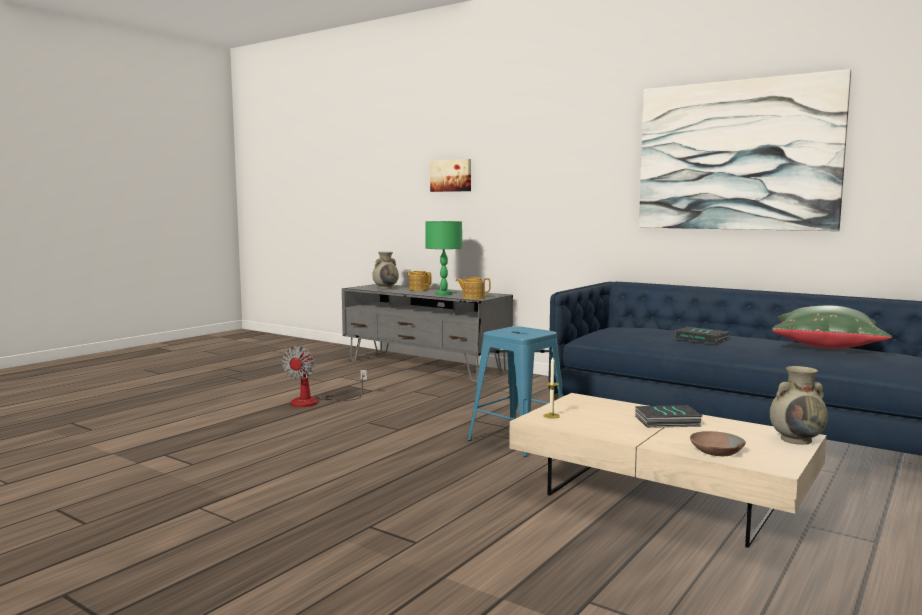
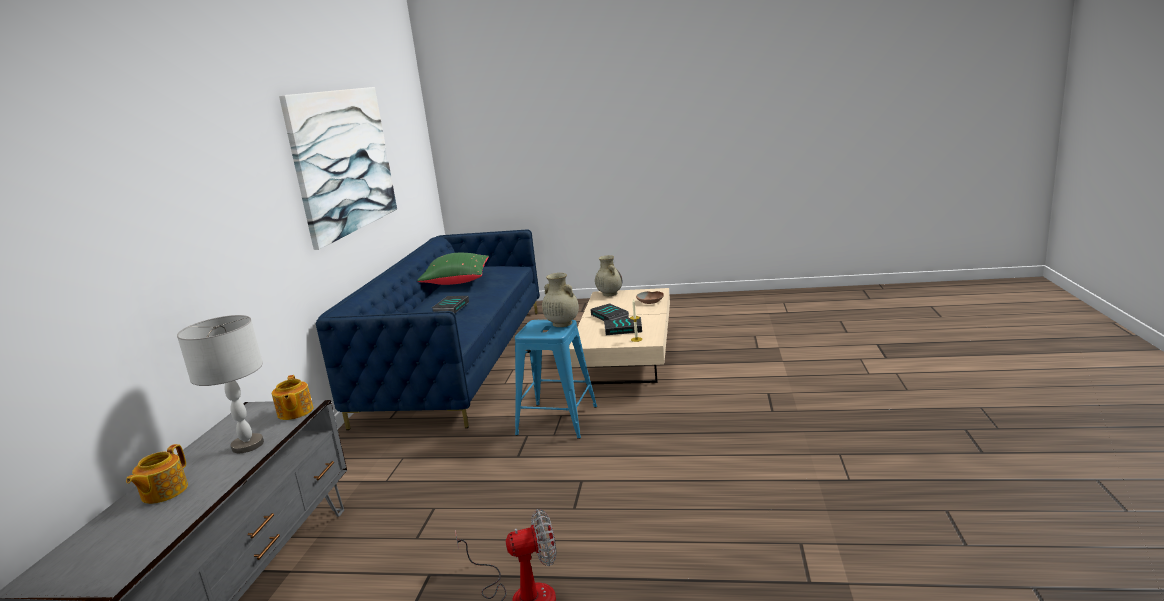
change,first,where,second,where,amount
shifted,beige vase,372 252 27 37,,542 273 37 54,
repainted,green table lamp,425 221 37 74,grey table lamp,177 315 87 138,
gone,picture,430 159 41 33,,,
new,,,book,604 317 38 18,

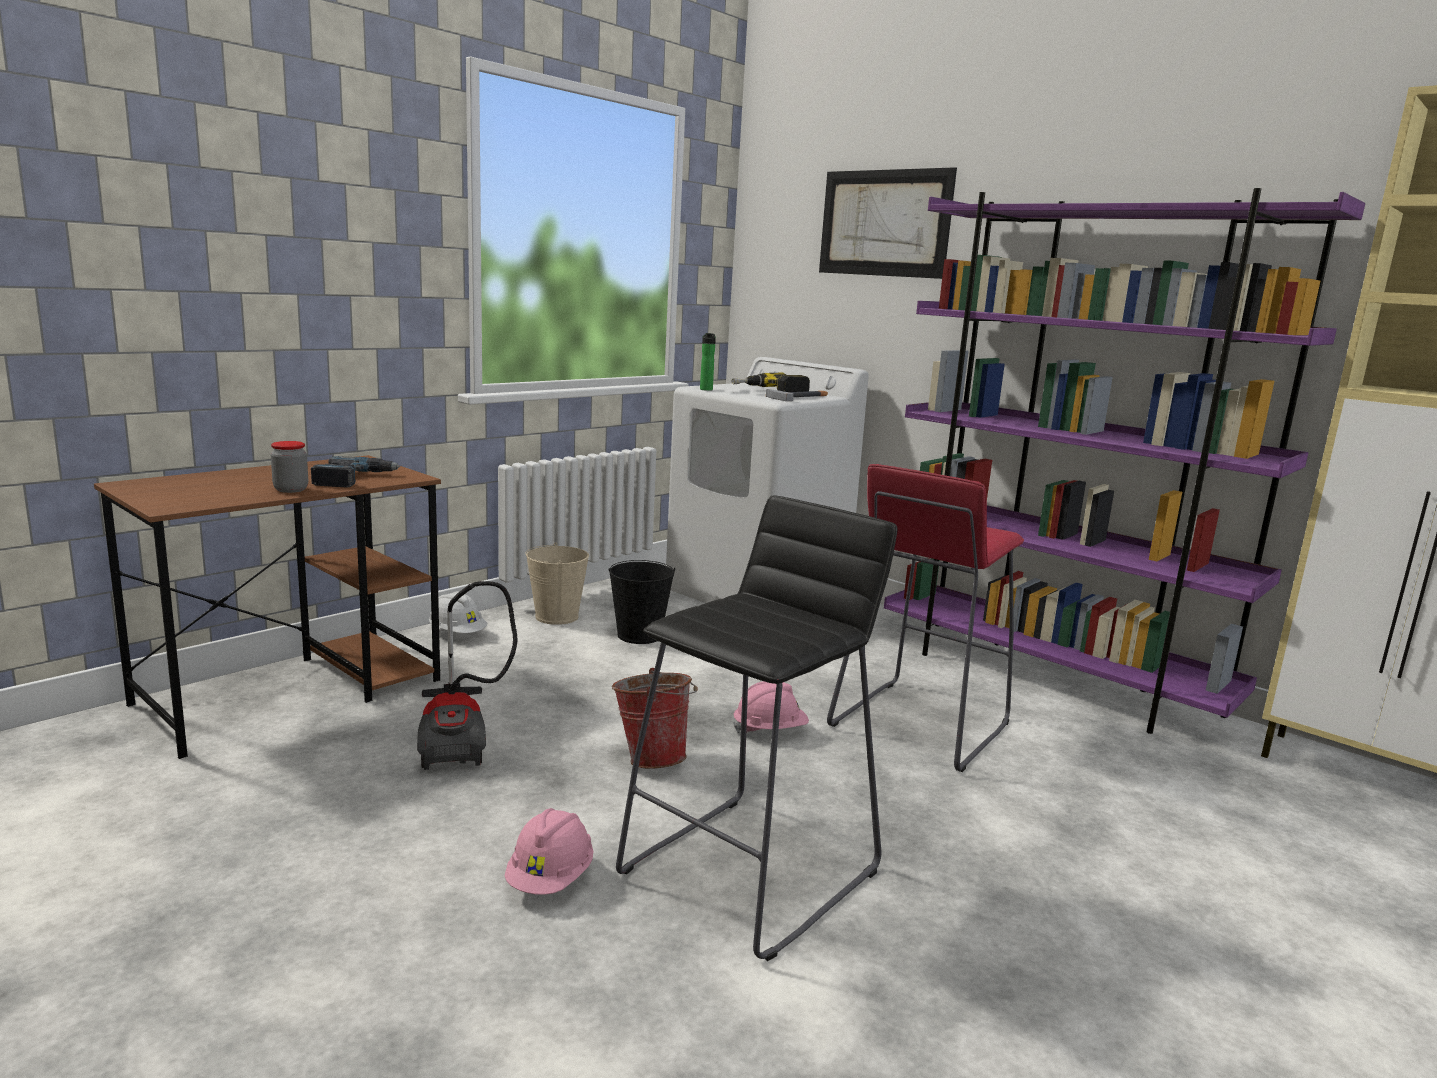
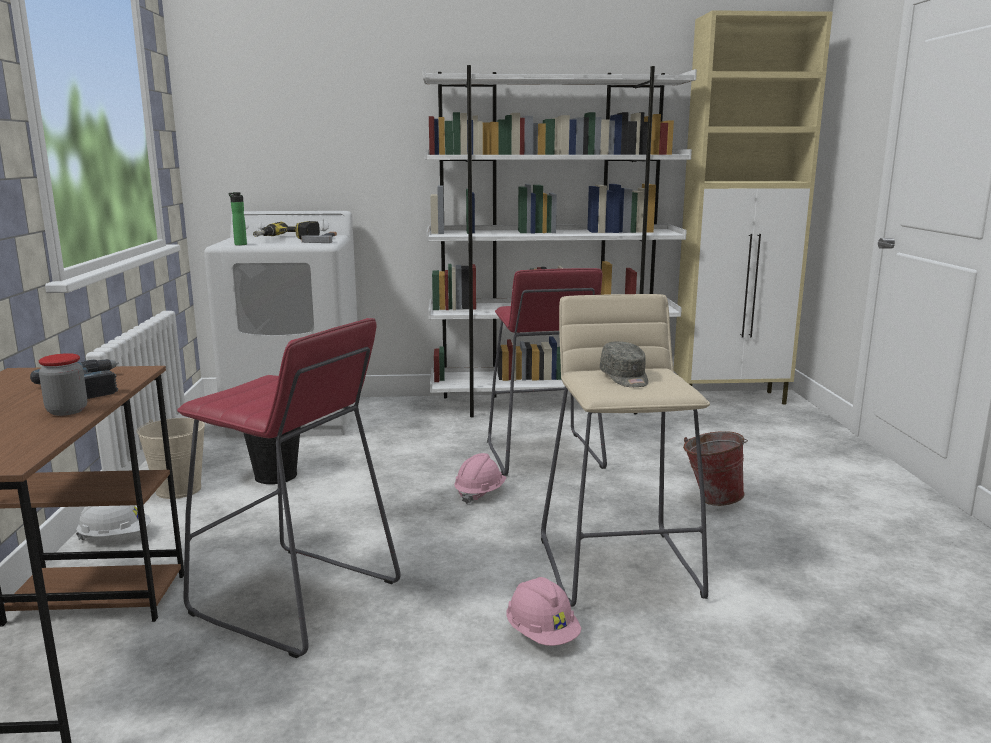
change,first,where,second,where,amount
swapped,vacuum cleaner,417 581 100 189,red stool,177 318 224 340,
shifted,bucket,612 668 86 101,,683 431 65 75,
repainted,black stool,616 495 282 466,beige stool,541 294 169 313,
gone,picture,819 167 138 112,,,
repainted,purple bookcase,884 188 481 546,white bookcase,423 65 274 352,
new,,,grey cap,600 341 48 46,

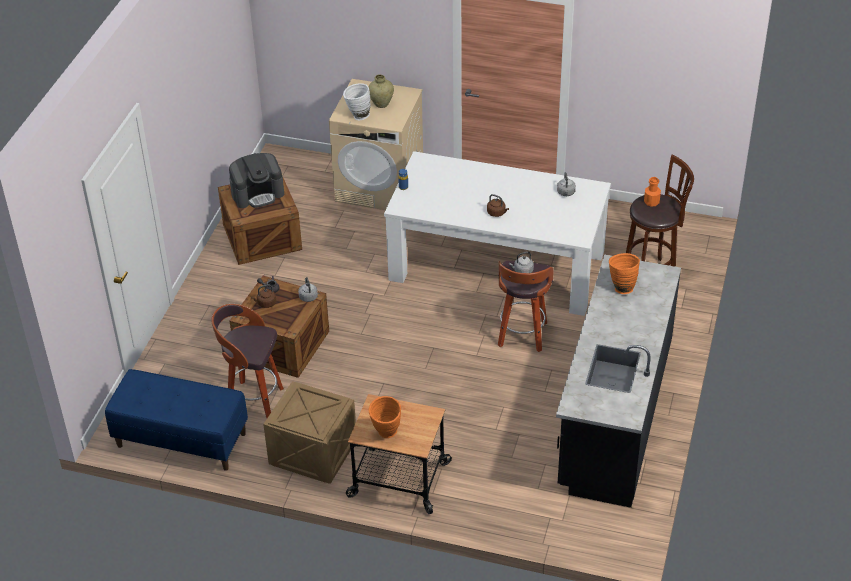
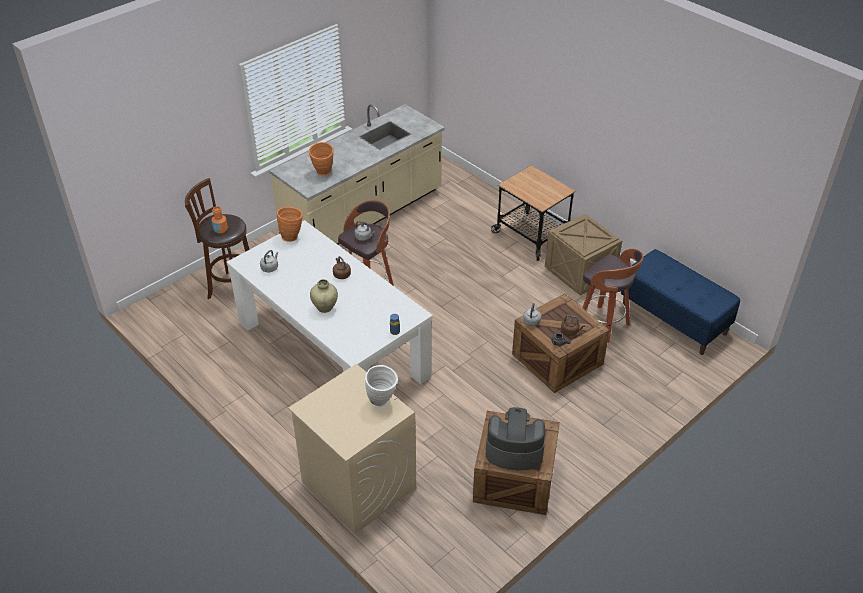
change,first,where,second,where,amount
shifted,beige vase,368 74 26 34,,310 279 28 34,
shifted,orange vase,369 396 32 42,,277 207 26 35,
repainted,black counter,556 255 125 253,beige counter,269 104 176 141,

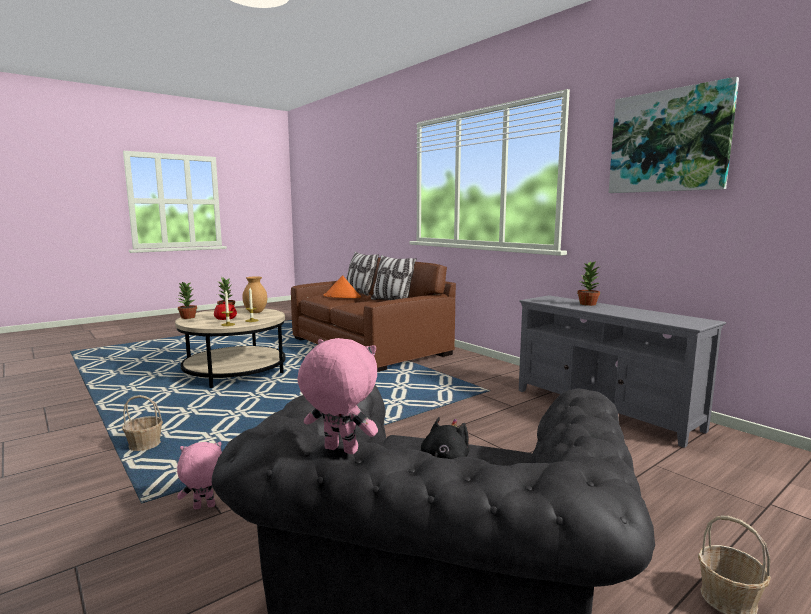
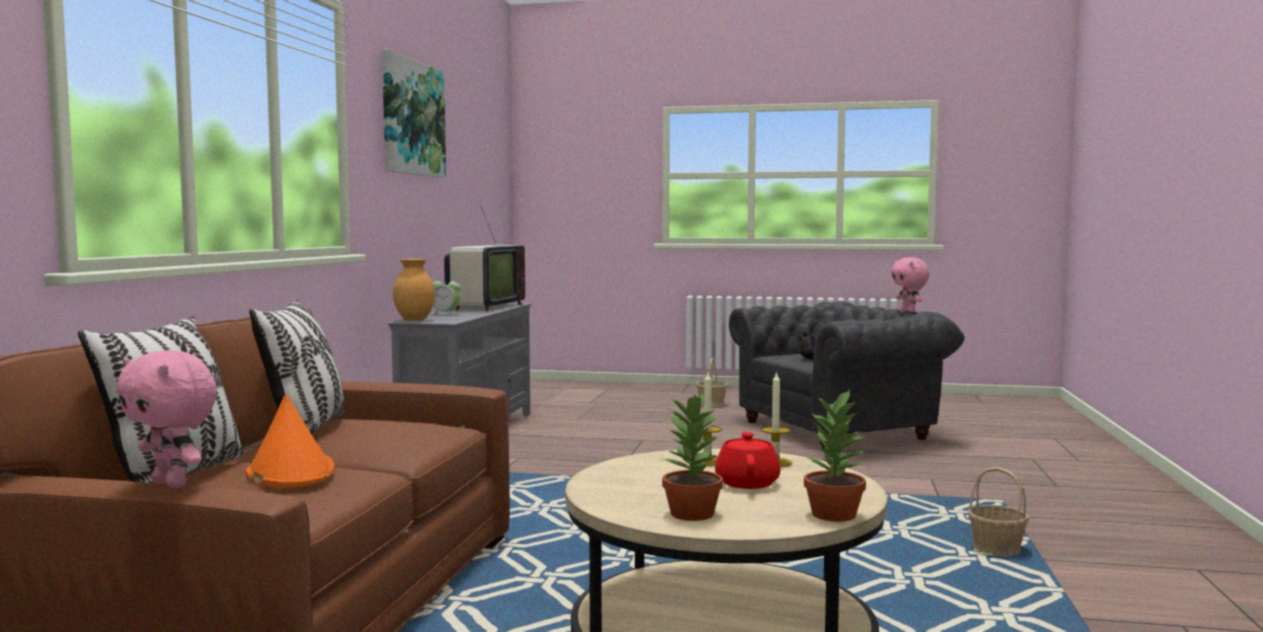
change,first,where,second,where,amount
shifted,pink plush toy,177 442 45 67,,116 350 101 138,
shifted,brown vase,242 276 25 37,,393 259 42 62,
swapped,potted plant,577 262 23 44,alarm clock,431 276 29 40,
new,,,television,444 202 81 109,

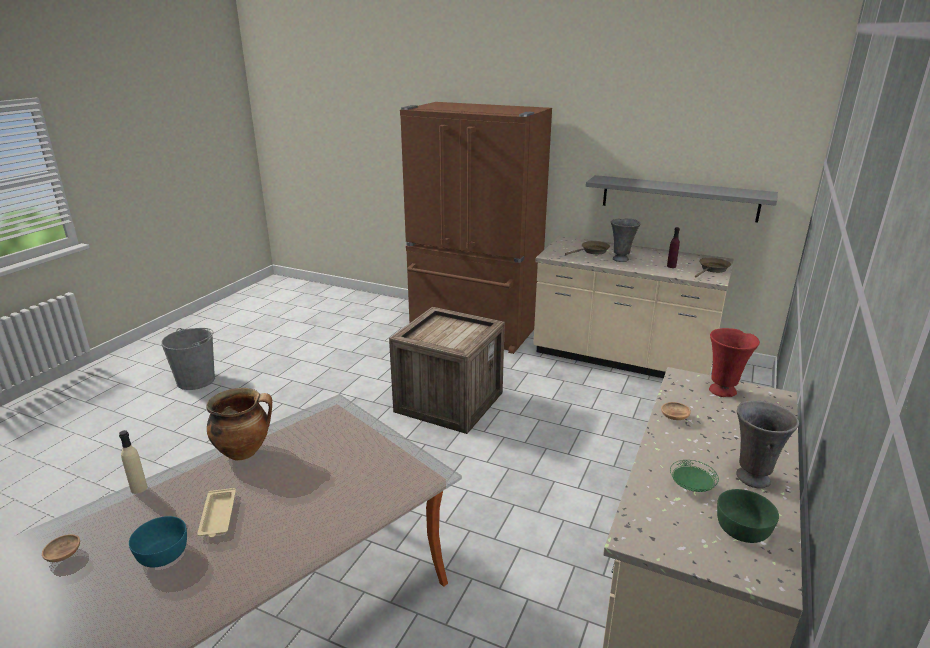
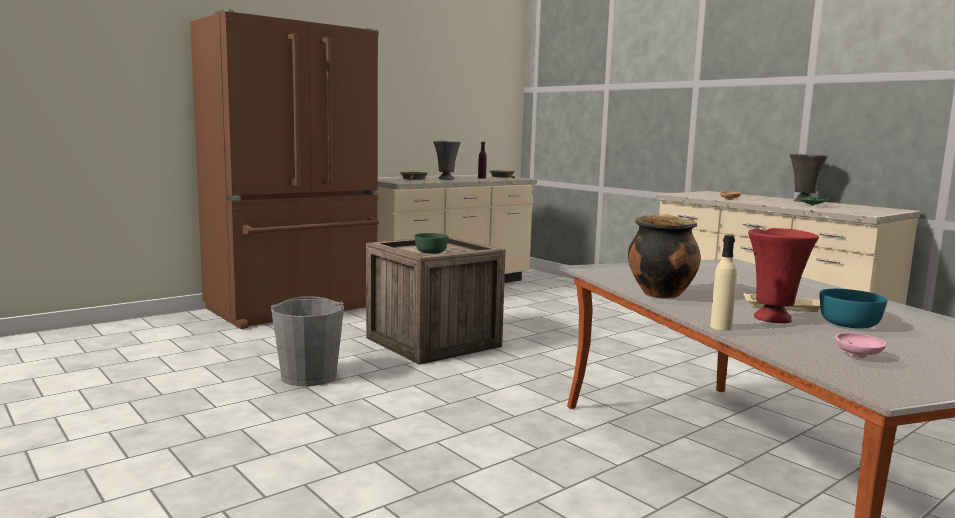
change,first,where,second,where,amount
repainted,brown bowl,42 534 38 28,pink bowl,835 333 51 25,
shifted,grey bucket,161 328 54 62,,271 296 73 90,
gone,grey shelf,586 175 192 48,,,
shifted,red vase,709 328 51 69,,748 228 71 95,
shifted,green bowl,717 489 62 54,,415 233 34 21,

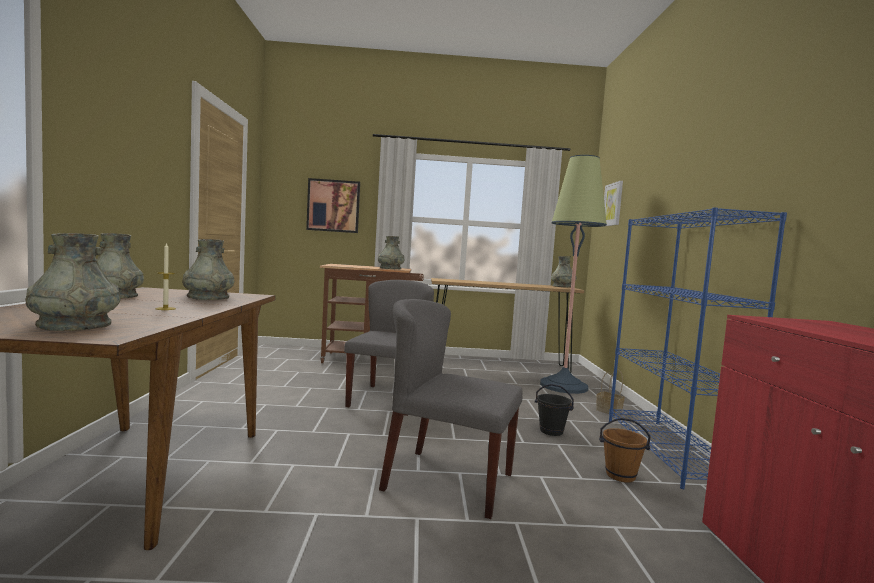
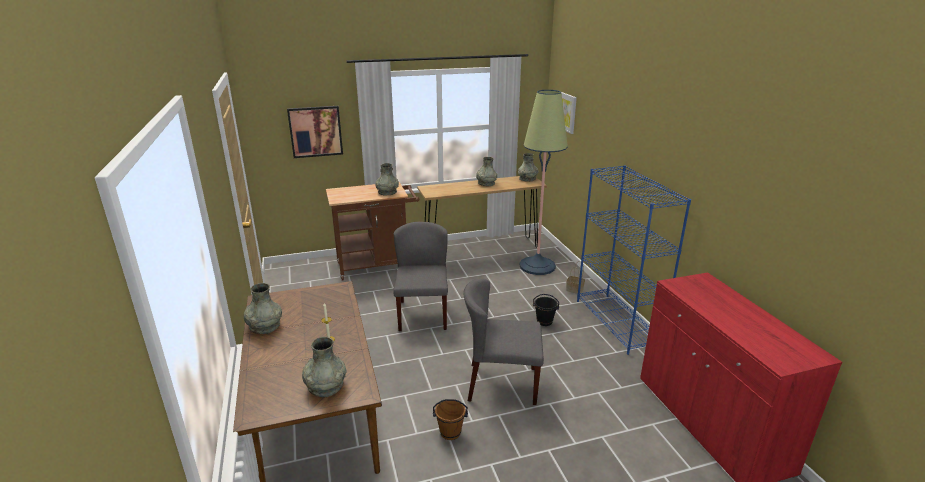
change,first,where,second,where,amount
shifted,grey vase,182 239 52 61,,476 157 21 29,
shifted,brown bucket,599 418 52 64,,433 399 35 41,

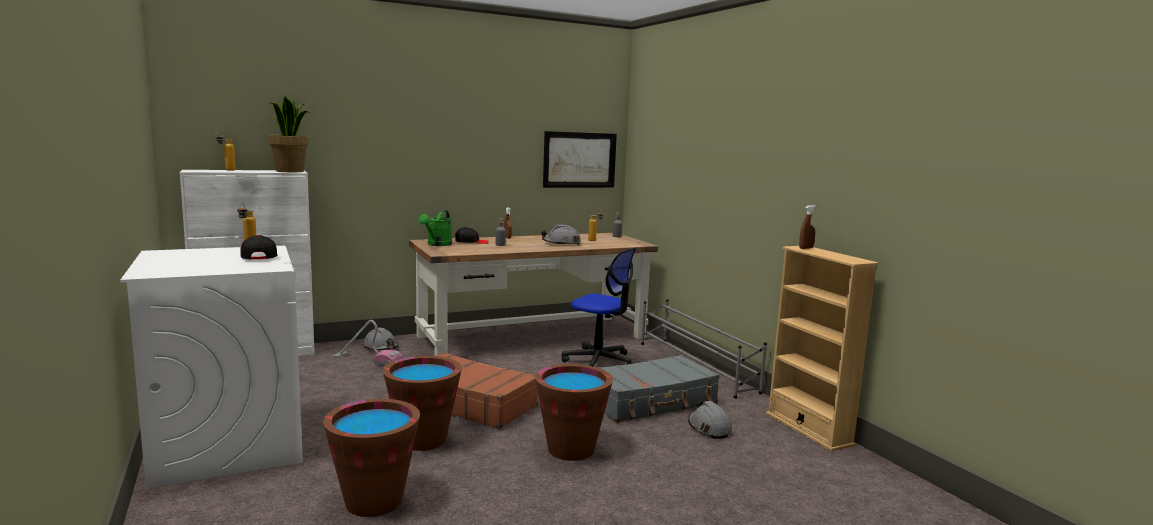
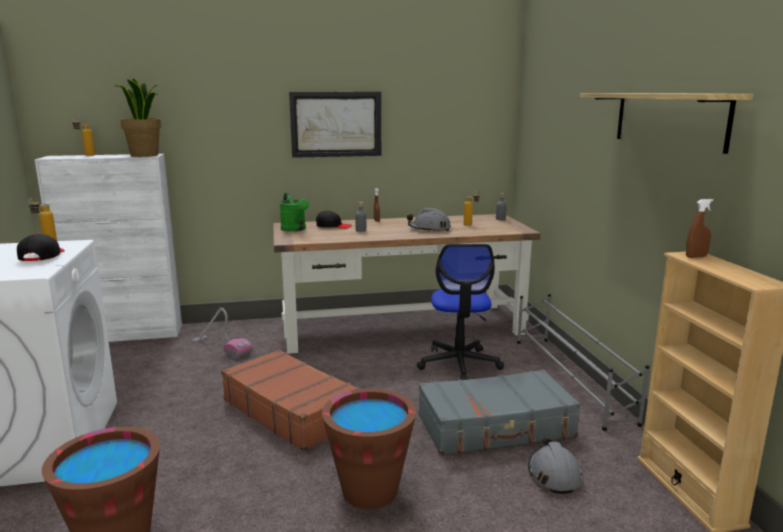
change,first,where,second,where,amount
gone,grey hard hat,363 328 36 22,,,
gone,brown bucket,383 356 79 95,,,
rotated,green watering can,418 210 34 36,,280 193 29 39,60 degrees counterclockwise
shifted,picture,543 131 74 57,,289 92 92 66,
rotated,office chair,562 247 75 120,,417 244 87 136,45 degrees clockwise
new,,,shelf,580 93 174 61,

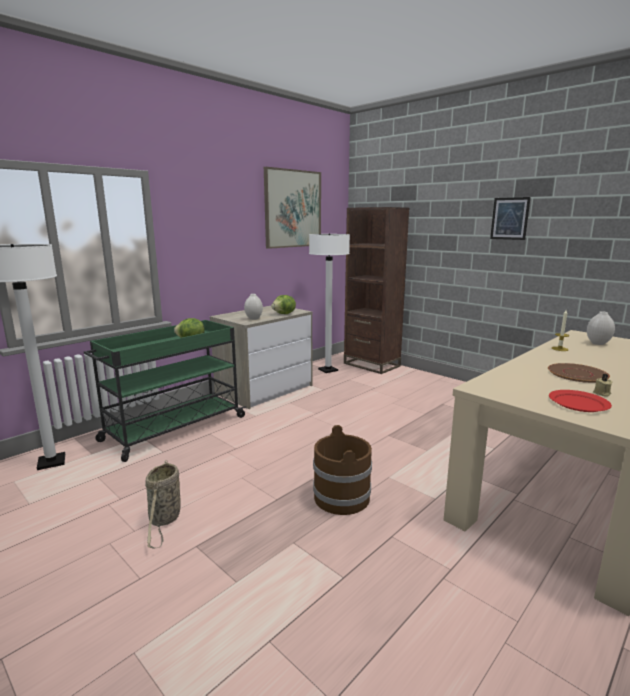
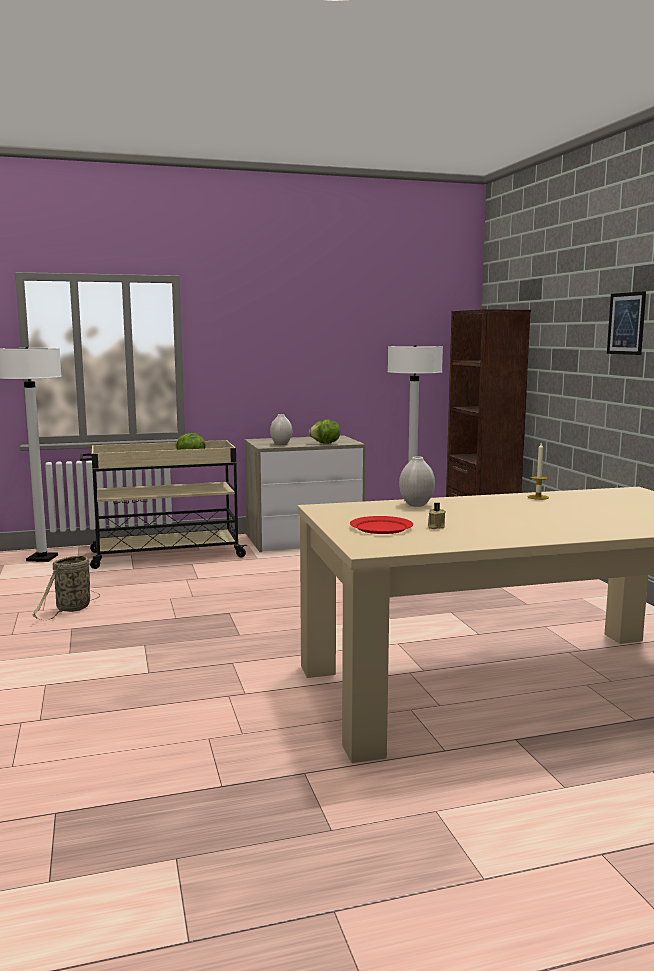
change,first,where,second,where,amount
repainted,green cart,84 320 162 142,beige cart,80 440 167 129,
gone,picture,264 167 57 82,,,
gone,brown bucket,313 425 59 90,,,
gone,brown plate,548 363 62 20,,,
shifted,white vase,587 311 28 34,,399 456 36 51,

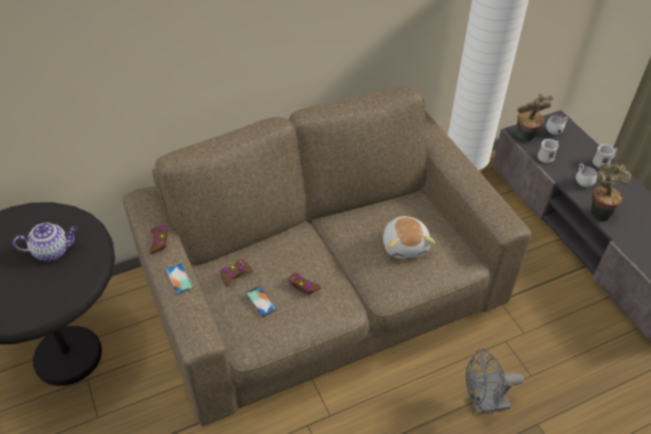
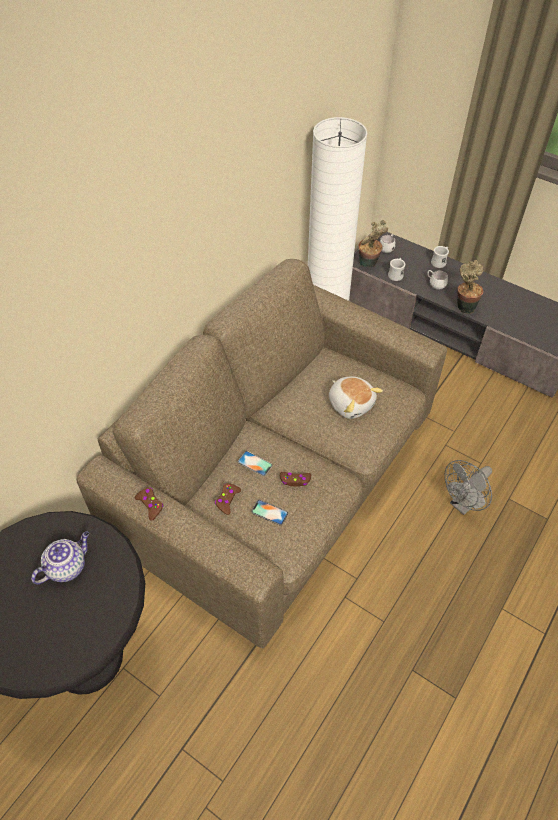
change,first,where,second,where,amount
shifted,phone,165 264 29 31,,238 451 35 25,

